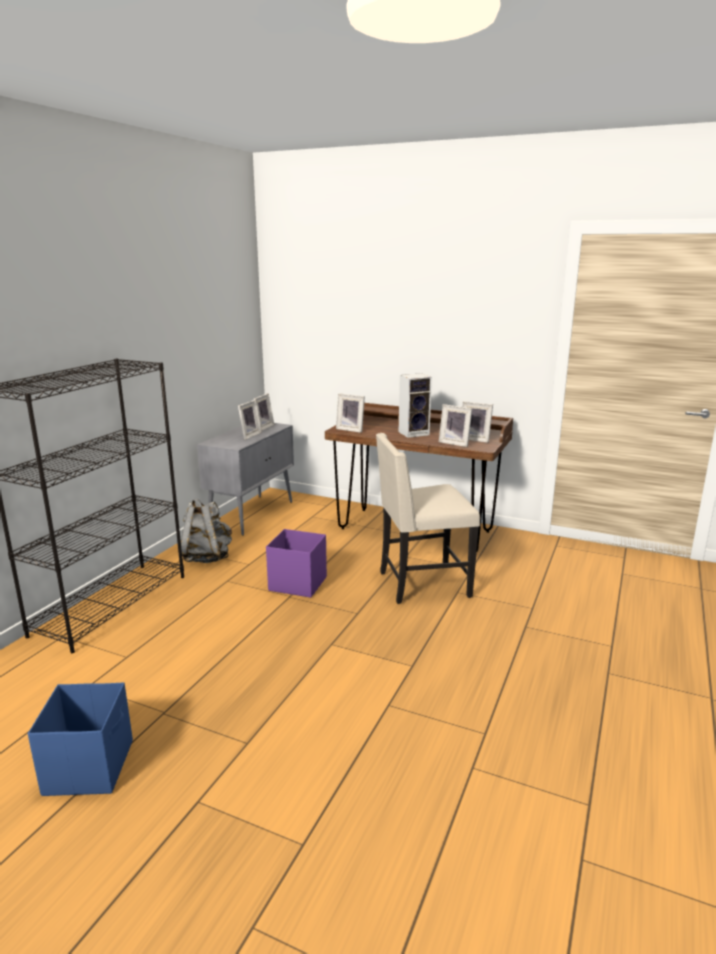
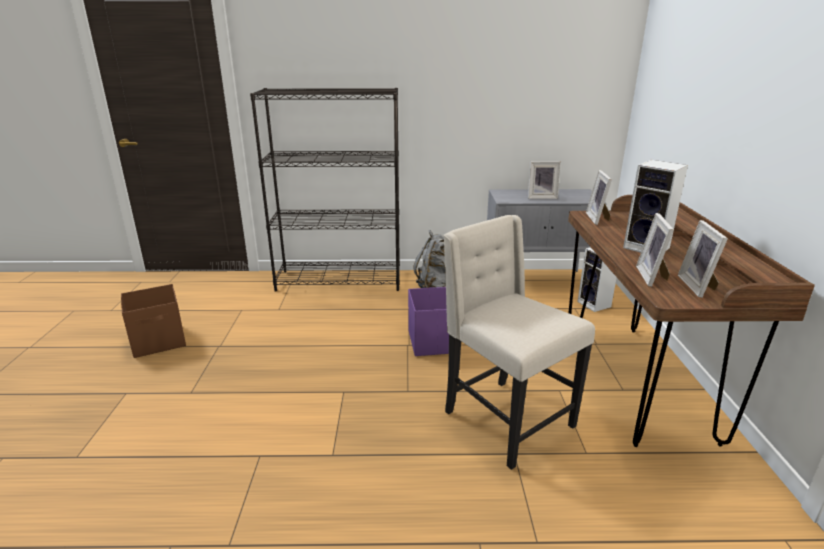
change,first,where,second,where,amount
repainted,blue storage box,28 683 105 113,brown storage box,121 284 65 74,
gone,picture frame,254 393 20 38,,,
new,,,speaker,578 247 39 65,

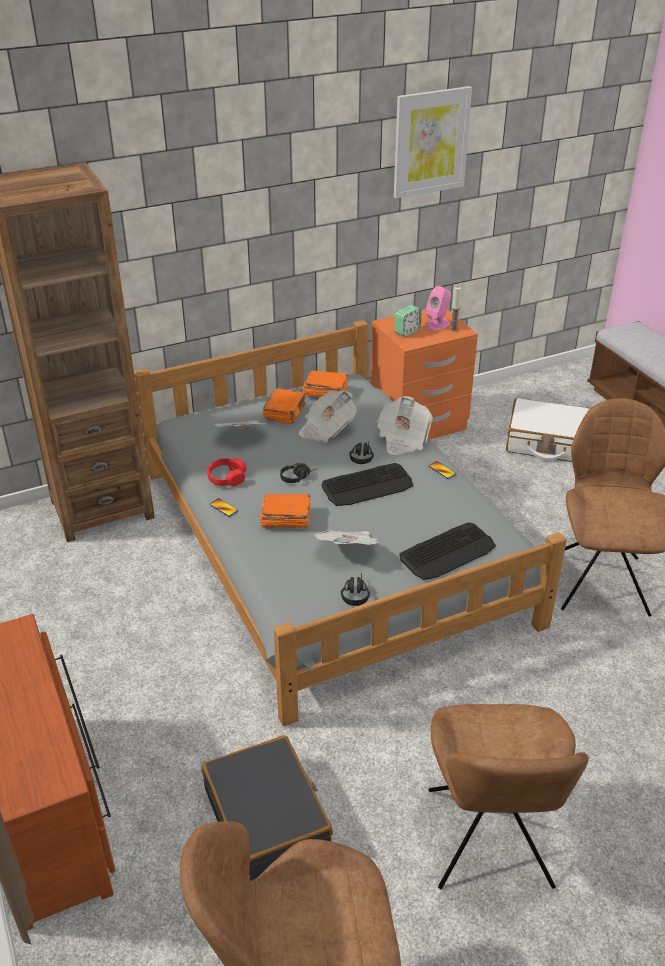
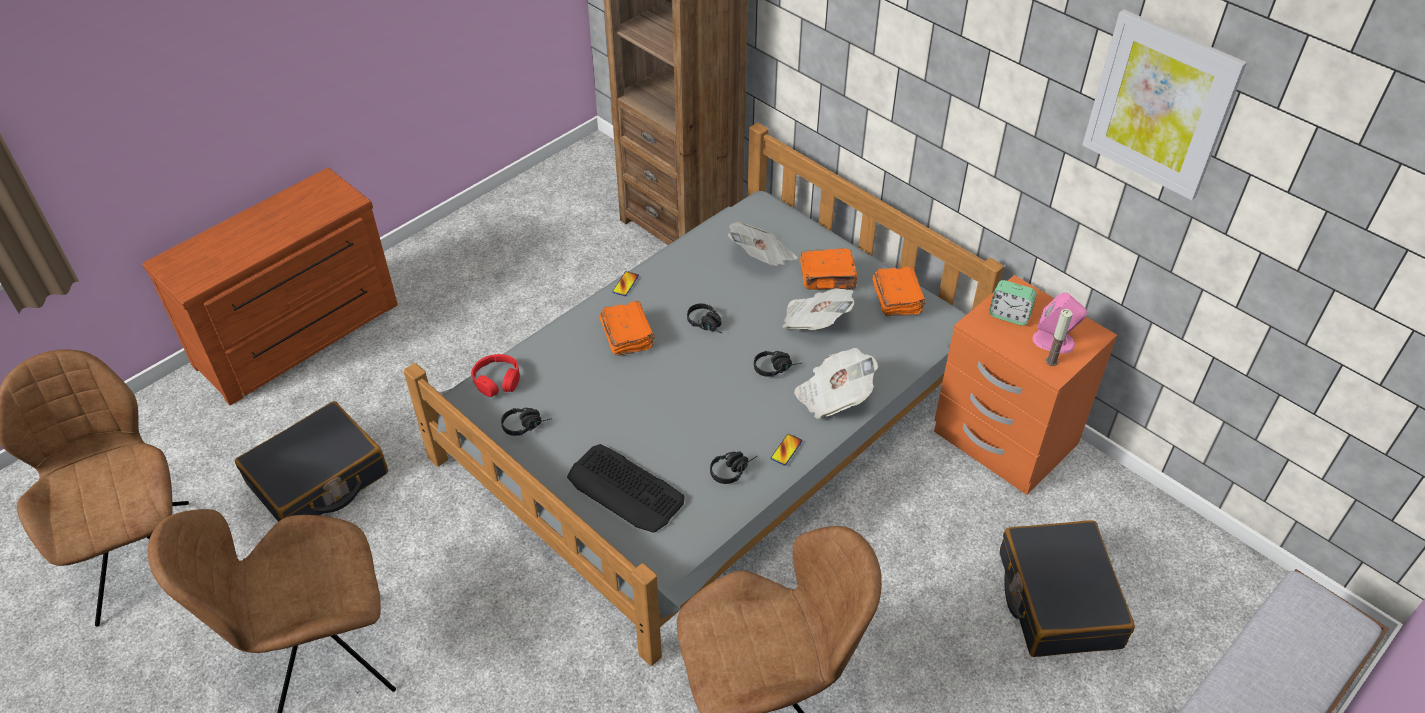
change,first,where,second,where,amount
shifted,red headphones,207 458 39 28,,471 354 49 43,
gone,newspaper,315 530 64 15,,,
gone,keyboard,321 463 92 43,,,
repainted,white suitcase,506 398 84 64,black suitcase,1000 520 135 137,
new,,,black headphones,710 451 47 33,

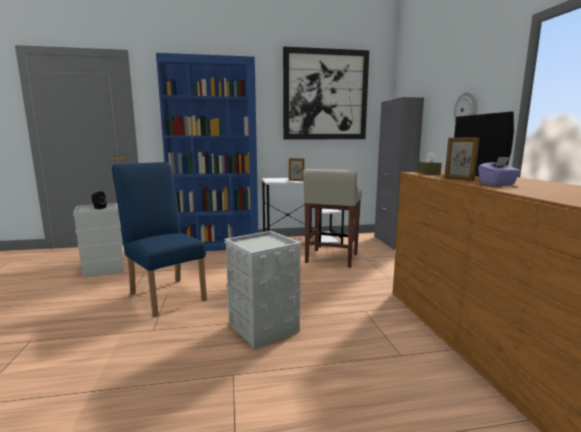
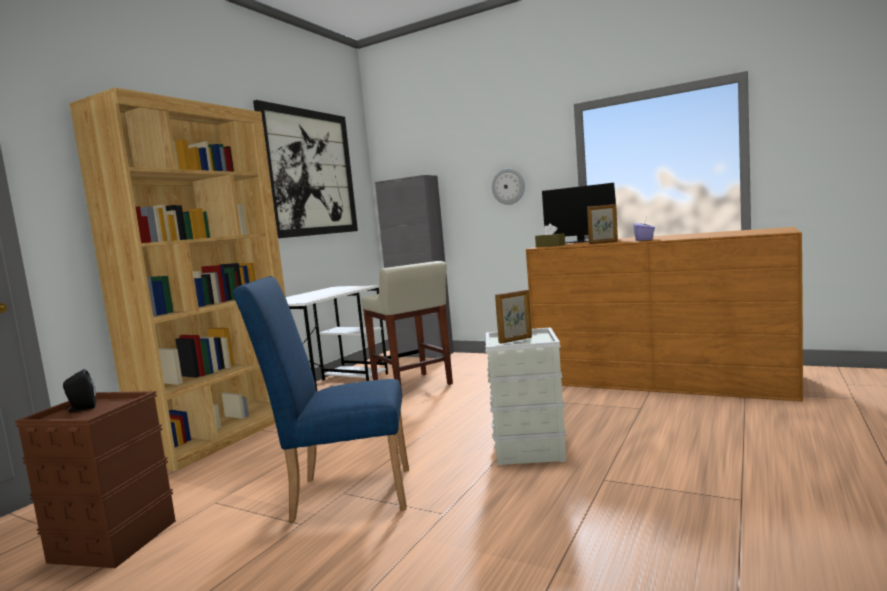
change,first,where,second,where,amount
repainted,grey storage box,73 203 52 75,brown storage box,15 391 161 177,
repainted,blue bookcase,156 53 102 198,brown bookcase,69 87 217 384,
shifted,picture frame,289 158 16 23,,495 290 37 54,

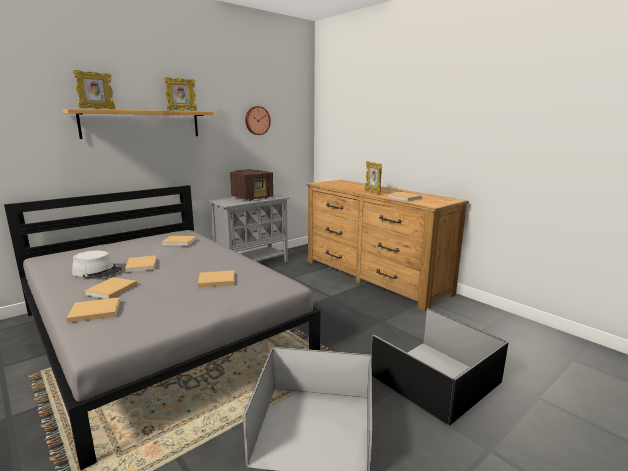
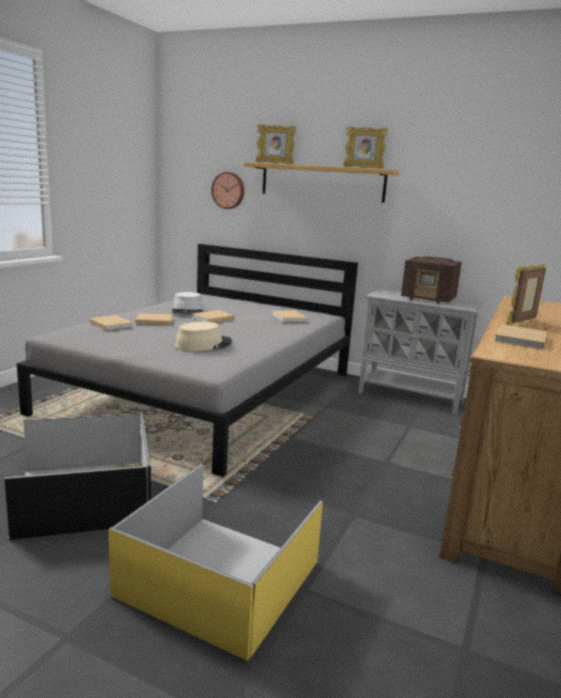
change,first,where,second,where,amount
swapped,beige book,198 270 37 18,beige hat,175 322 57 29,
shifted,wall clock,245 106 26 29,,211 172 33 37,
repainted,black storage box,372 308 137 117,yellow storage box,109 464 214 197,

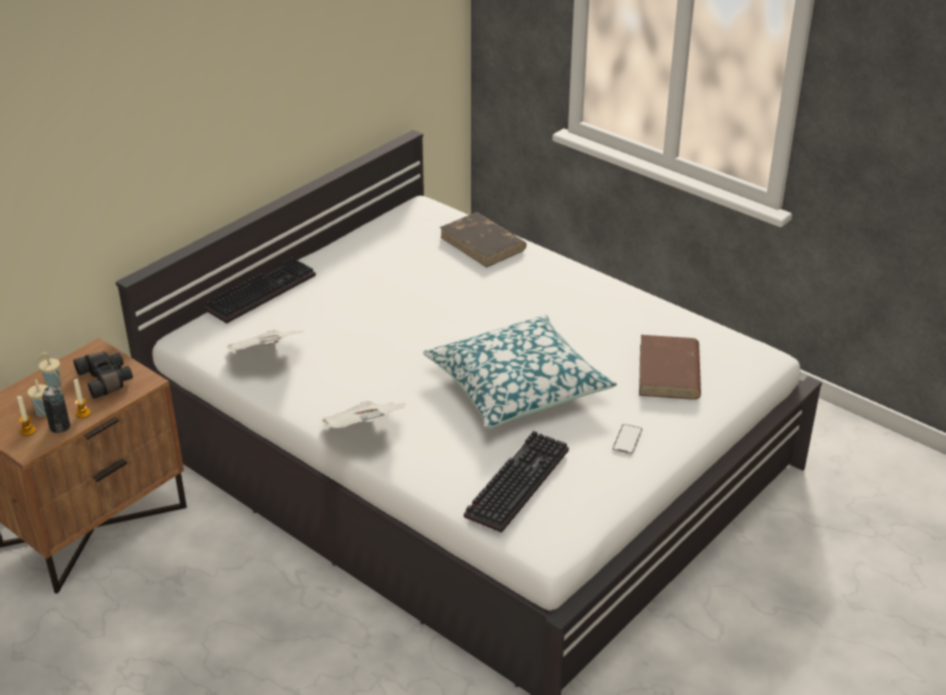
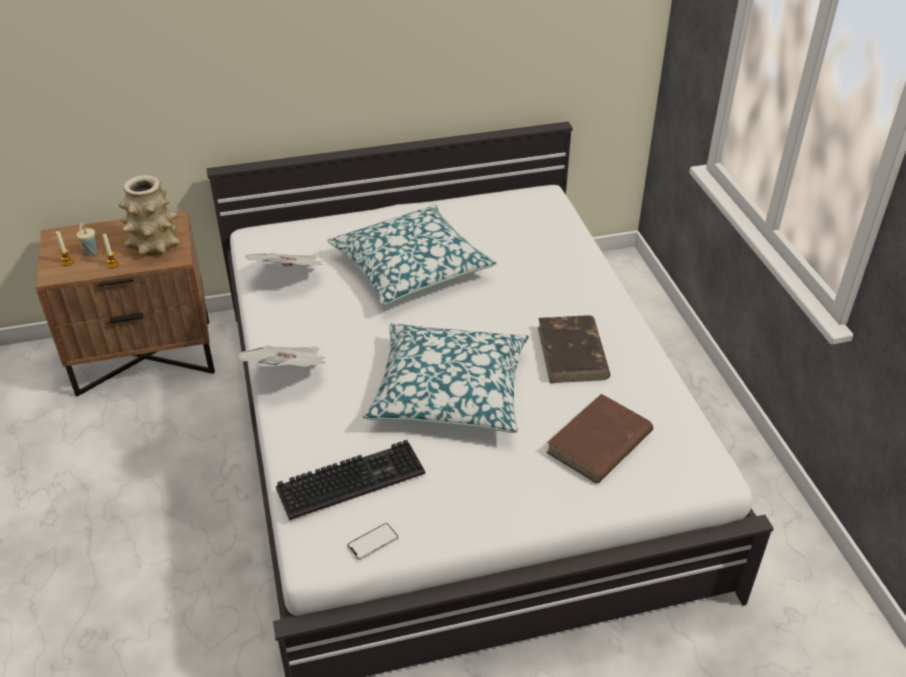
change,first,where,second,where,amount
gone,beige cup,35 352 26 36,,,
gone,can,42 386 28 47,,,
swapped,black binoculars,73 351 60 48,vase,119 175 61 81,
gone,keyboard,204 257 112 67,,,
shifted,brown book,440 212 87 56,,538 315 72 68,
shifted,phone,612 424 30 30,,347 523 52 37,
new,,,pillow,327 205 170 100,

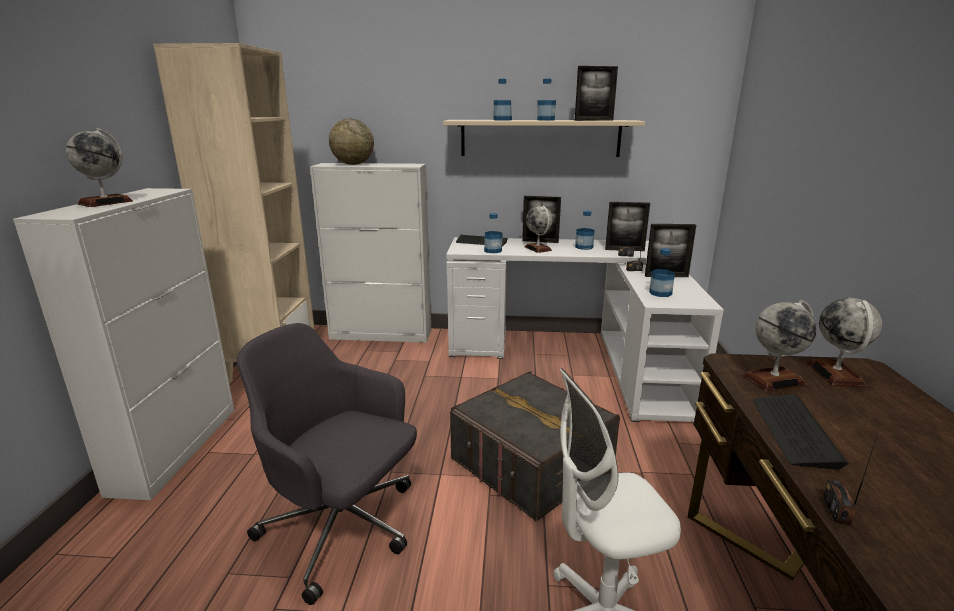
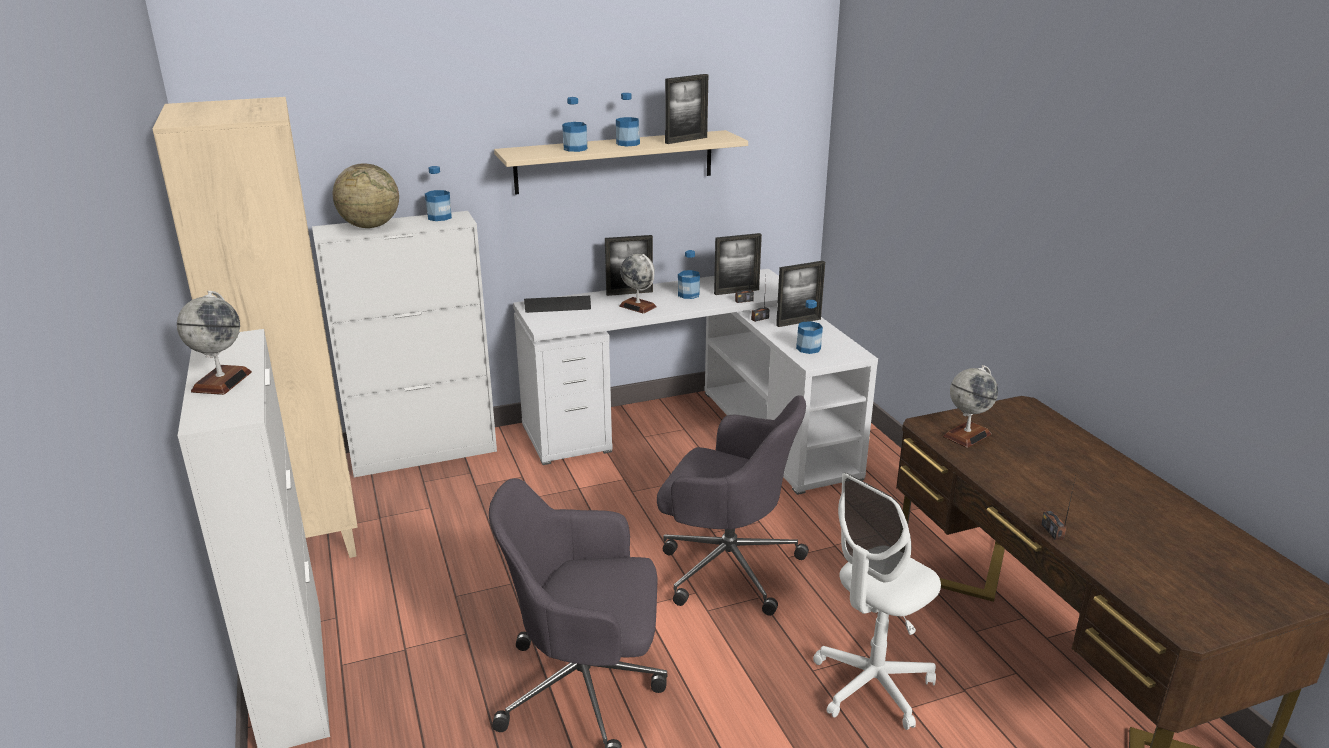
change,first,where,second,where,amount
swapped,grey storage box,450 371 170 150,grey office chair,657 395 152 221,
shifted,bottle,484 213 19 40,,425 166 27 55,
gone,keyboard,753 394 95 76,,,
gone,globe,807 298 75 89,,,

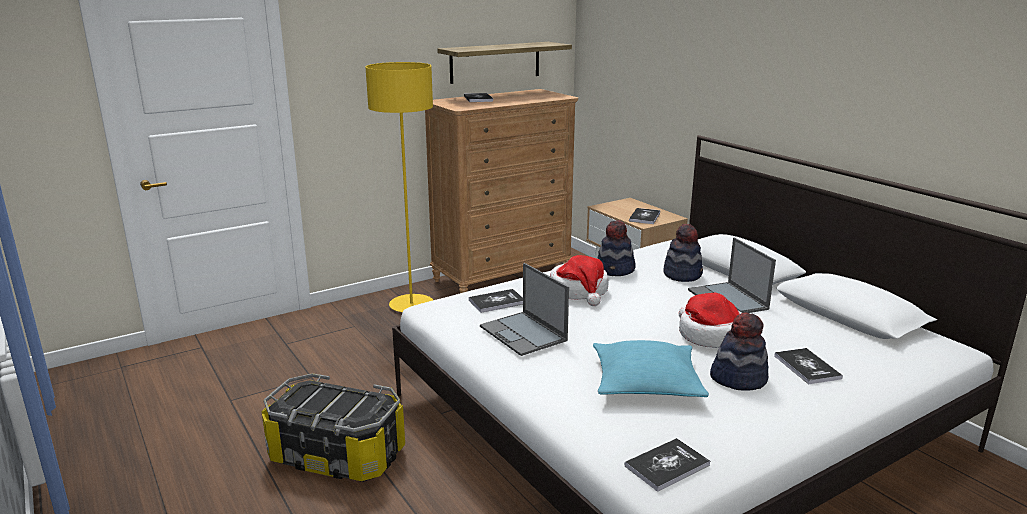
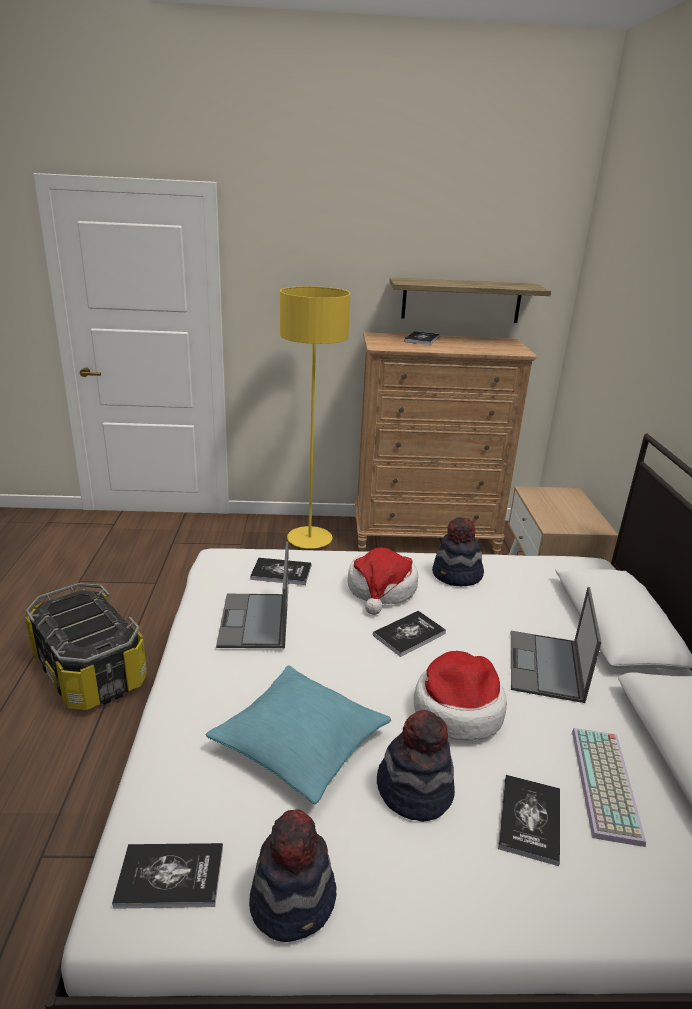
change,first,where,second,where,amount
shifted,book,629 208 31 16,,373 611 73 46,
shifted,hat,663 224 40 58,,249 809 87 133,
new,,,keyboard,572 728 74 119,

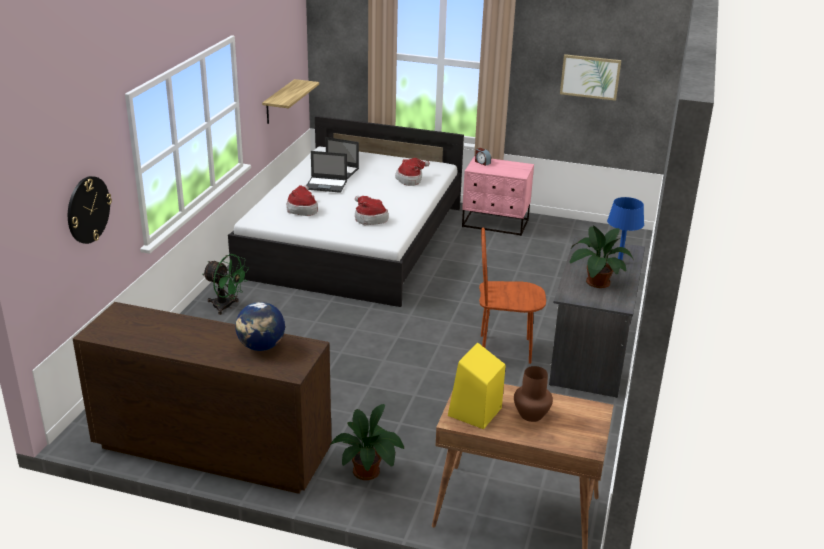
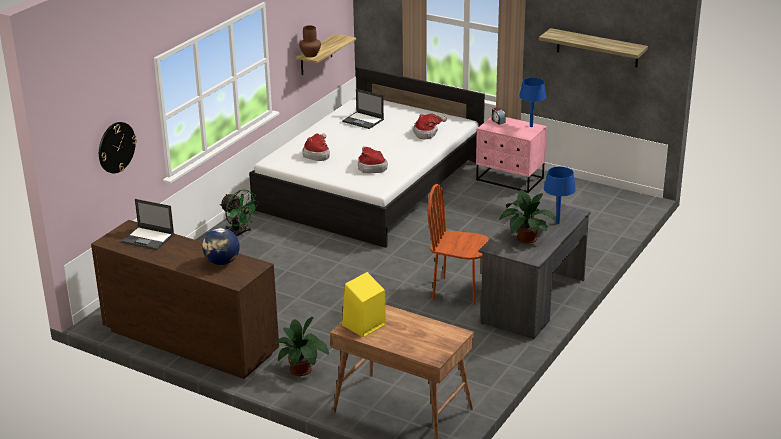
change,first,where,second,where,amount
shifted,laptop,307 151 40 42,,121 199 53 51,
shifted,brown vase,514 366 39 56,,299 26 22 31,
swapped,picture,560 54 61 47,shelf,539 28 109 39,
new,,,blue table lamp,519 78 27 49,

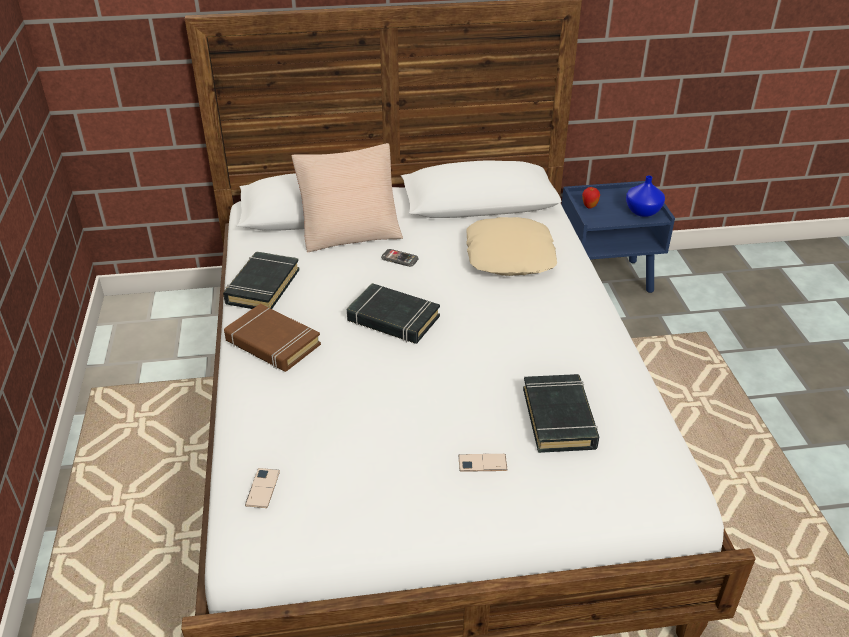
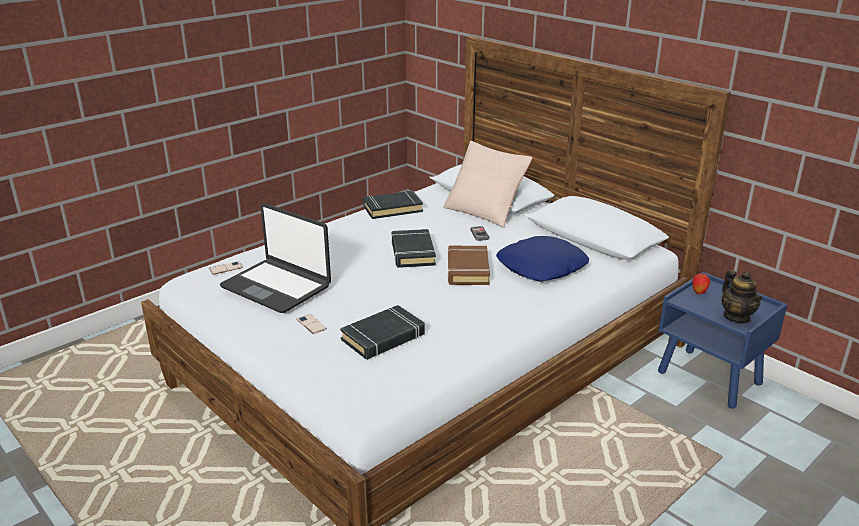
change,first,where,second,where,amount
shifted,brown book,224 304 97 68,,448 246 42 39,
repainted,beige pillow,466 217 91 59,blue pillow,496 236 93 46,
swapped,blue vase,626 175 39 42,teapot,721 270 42 54,
new,,,laptop,220 203 111 110,

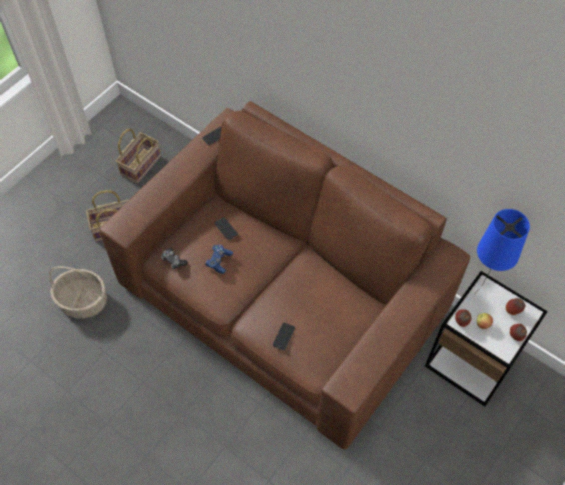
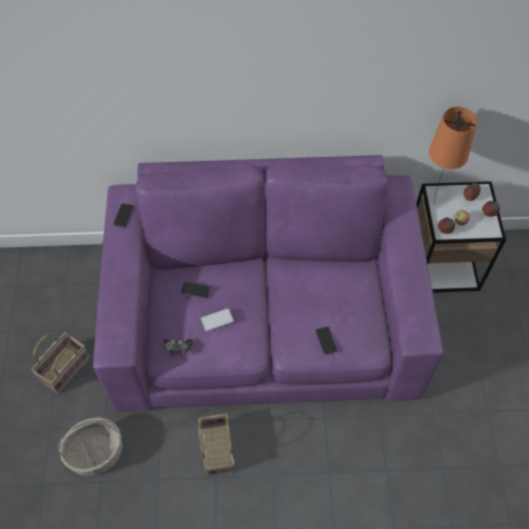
change,first,where,second,where,amount
repainted,brown sofa,99 101 371 349,purple sofa,93 155 350 257,
shifted,basket,116 129 45 55,,198 414 37 63,
swapped,blue game controller,205 245 28 29,phone,201 308 33 24,
repainted,blue table lamp,477 209 53 82,orange table lamp,429 107 48 94,

